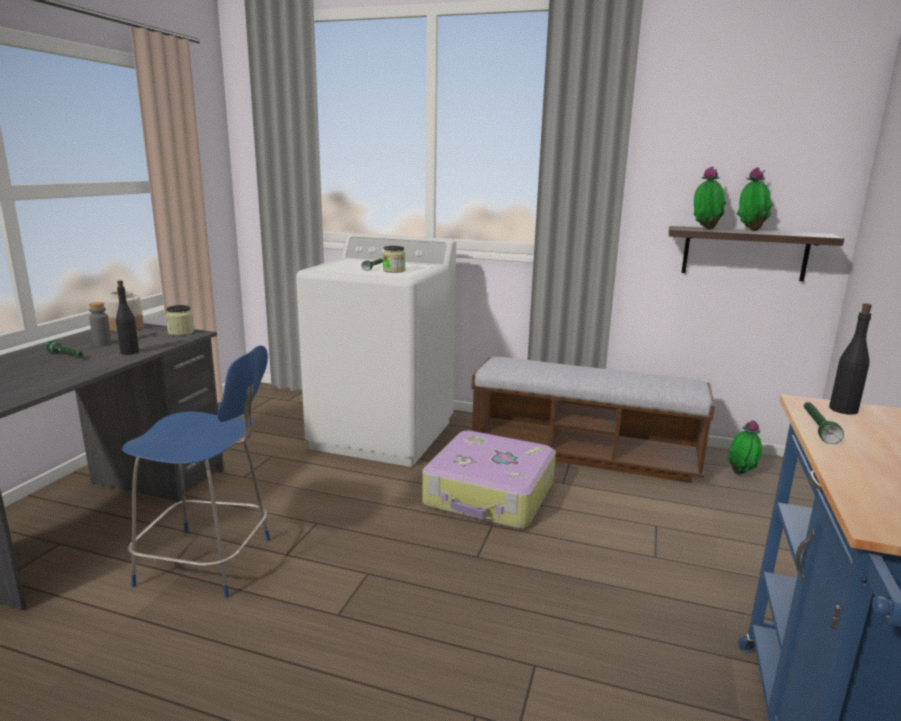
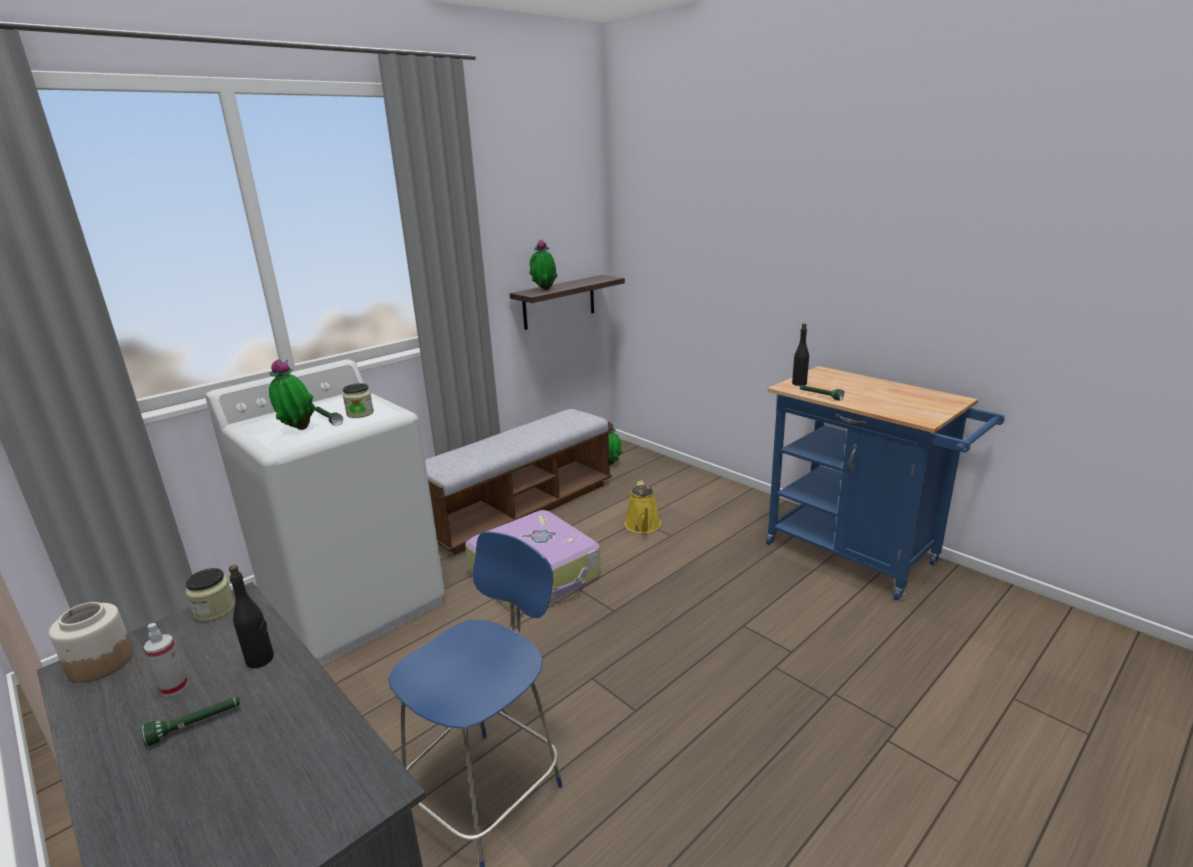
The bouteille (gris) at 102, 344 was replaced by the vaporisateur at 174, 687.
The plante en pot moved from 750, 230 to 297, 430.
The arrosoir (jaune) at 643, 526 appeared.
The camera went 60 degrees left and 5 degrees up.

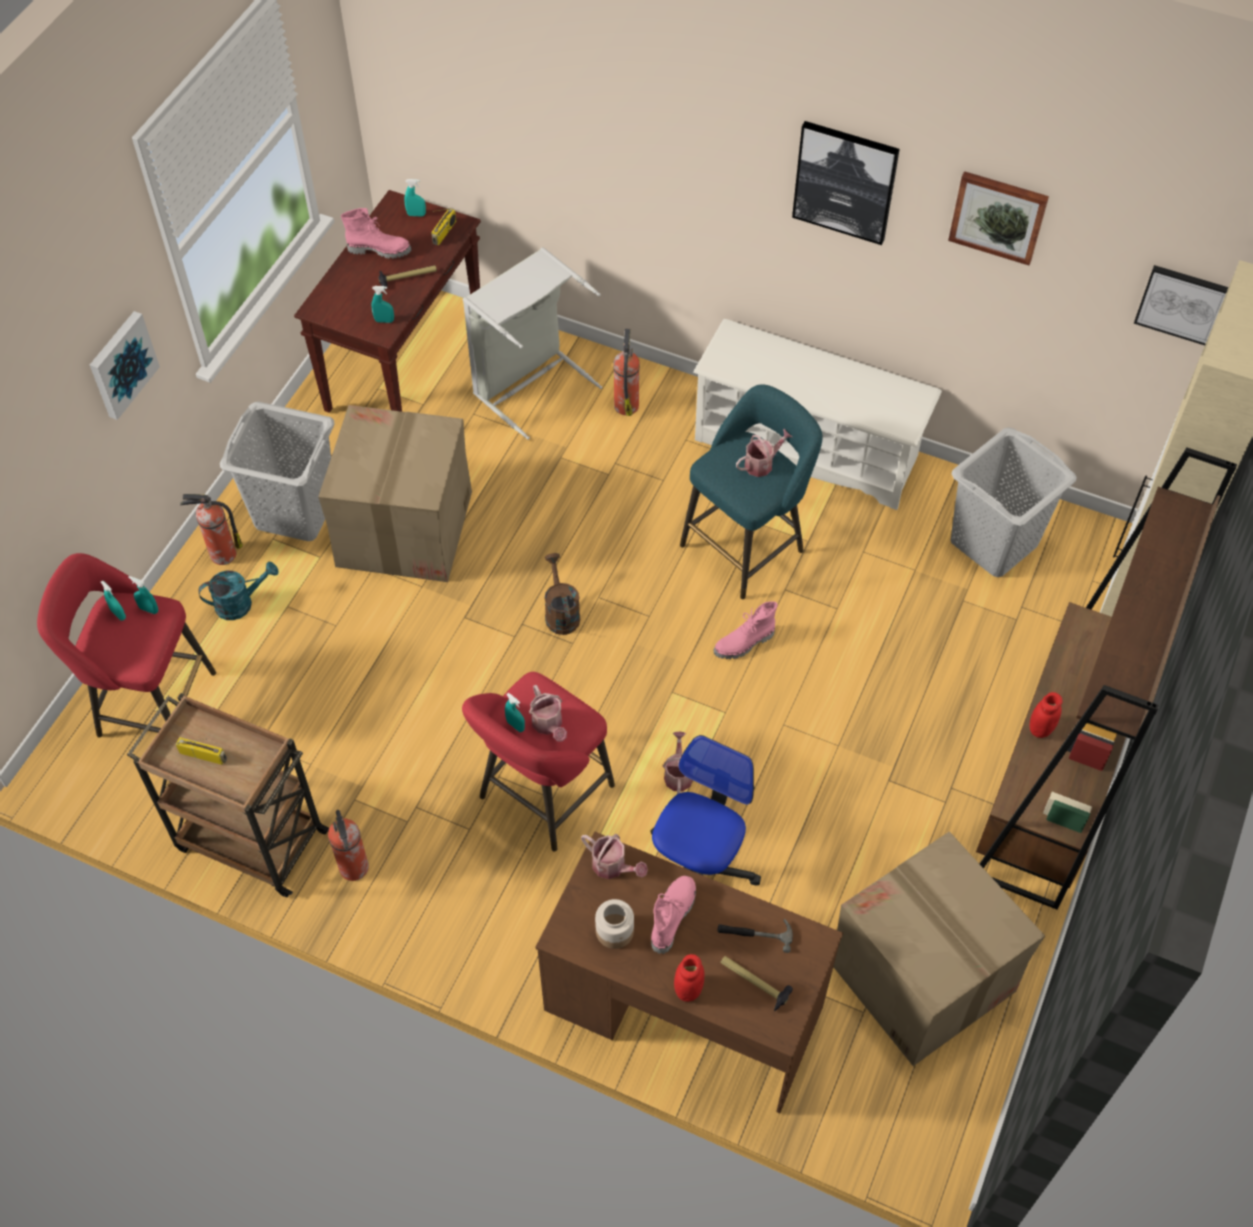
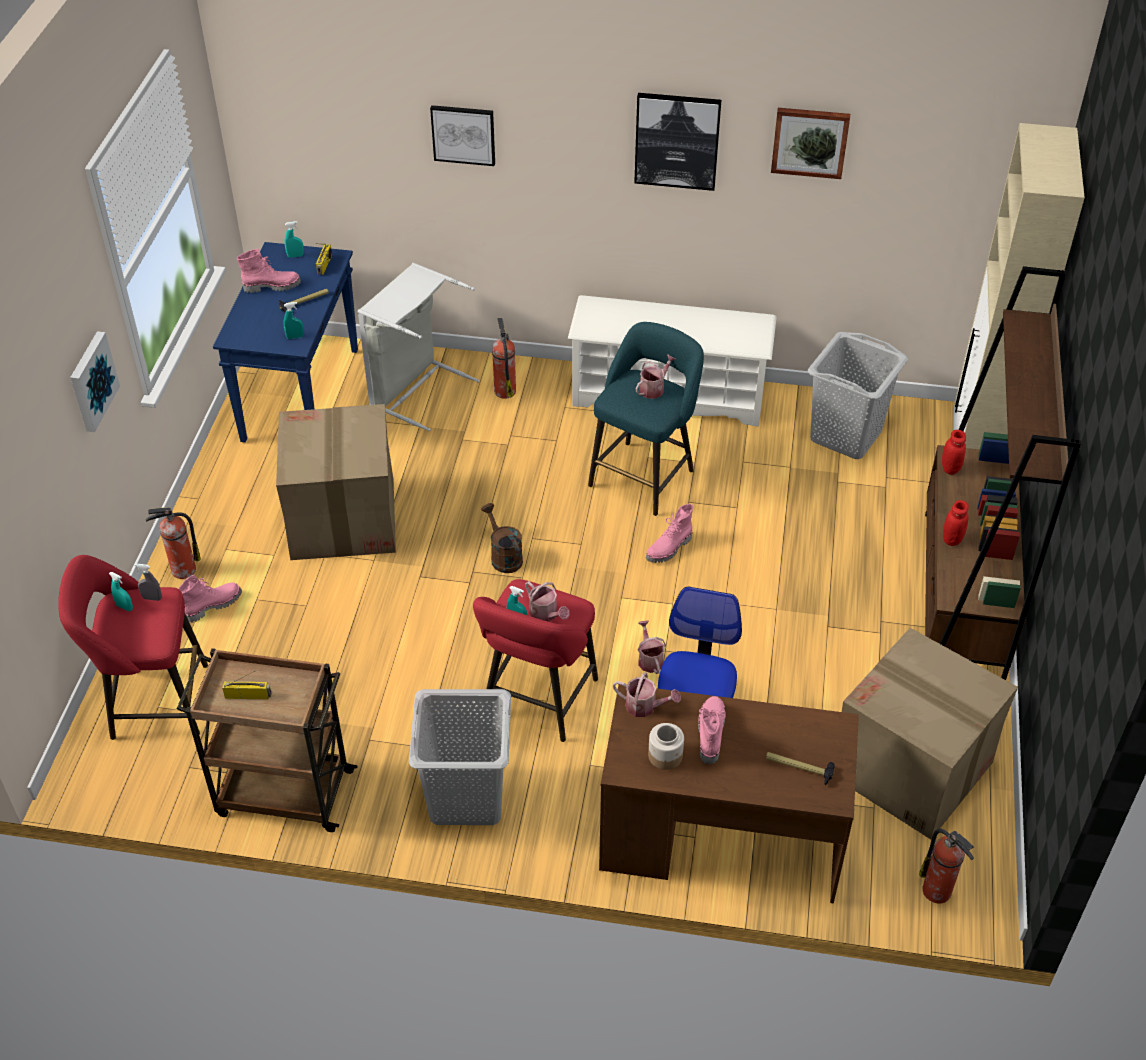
The vaporisateur (turquoise) at 149, 609 became the vaporisateur (gris) at 152, 598.
The arrosoir (turquoise) at 241, 603 was replaced by the botte (rose) at 212, 605.
The panier à linge (gris) moved from 295, 510 to 466, 796.
The table console (marron) at 404, 364 became the table console (bleu) at 300, 394.
The extincteur moved from 354, 869 to 938, 892.
The bocal (rouge) moved from 688, 989 to 950, 468.
The marteau at 755, 933 disappeared.
The tableau moved from 1183, 304 to 463, 134.
The camera went 15 degrees left and 10 degrees down.

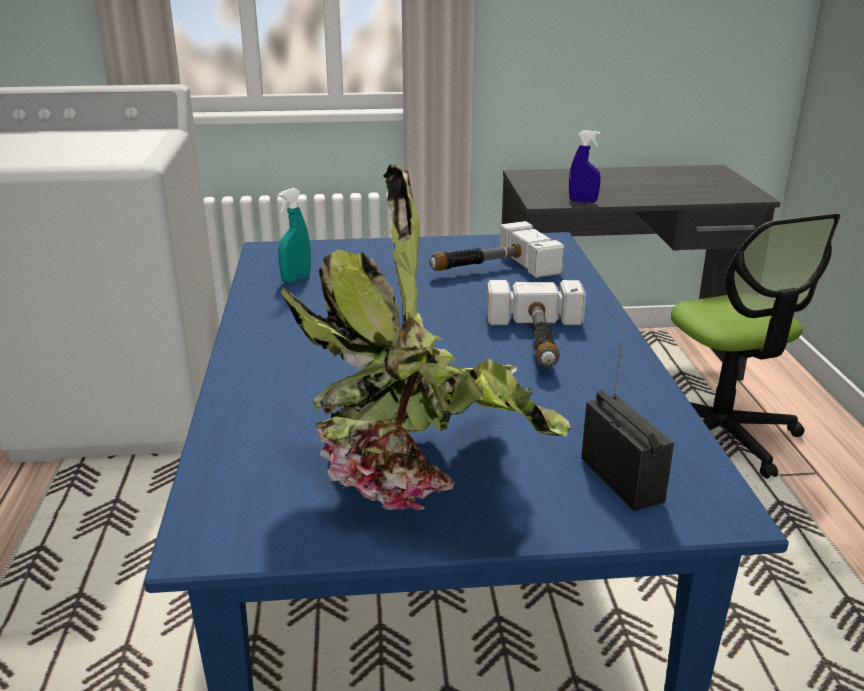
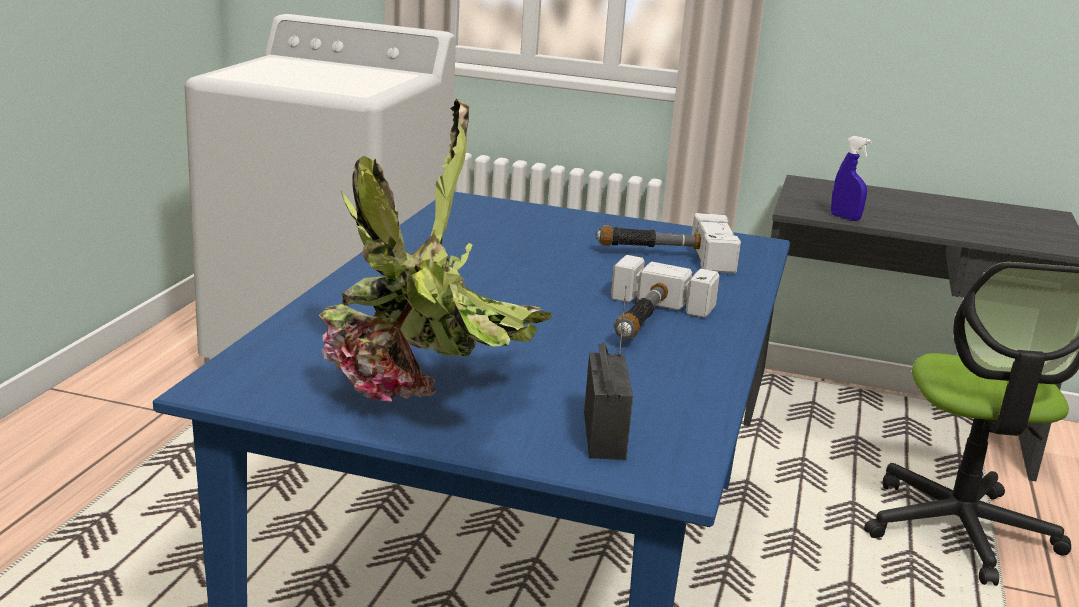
The vaporisateur (turquoise) at 296, 278 disappeared.
The camera went 20 degrees right and 5 degrees down.

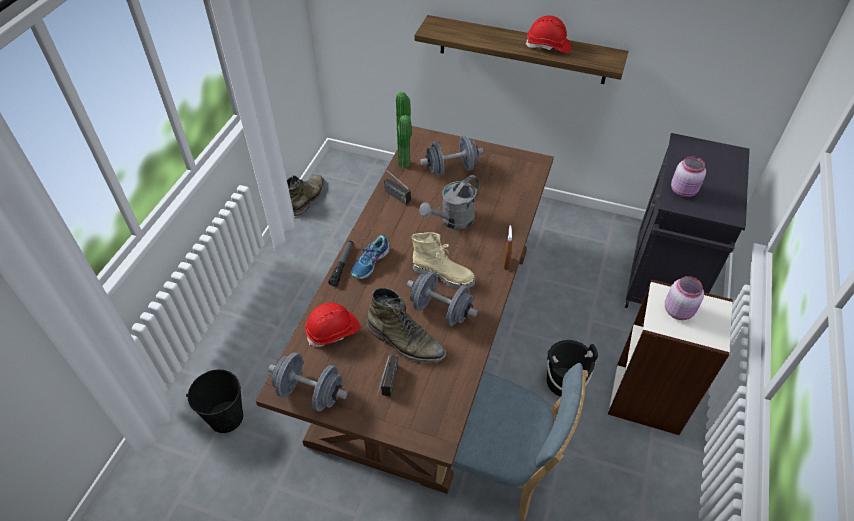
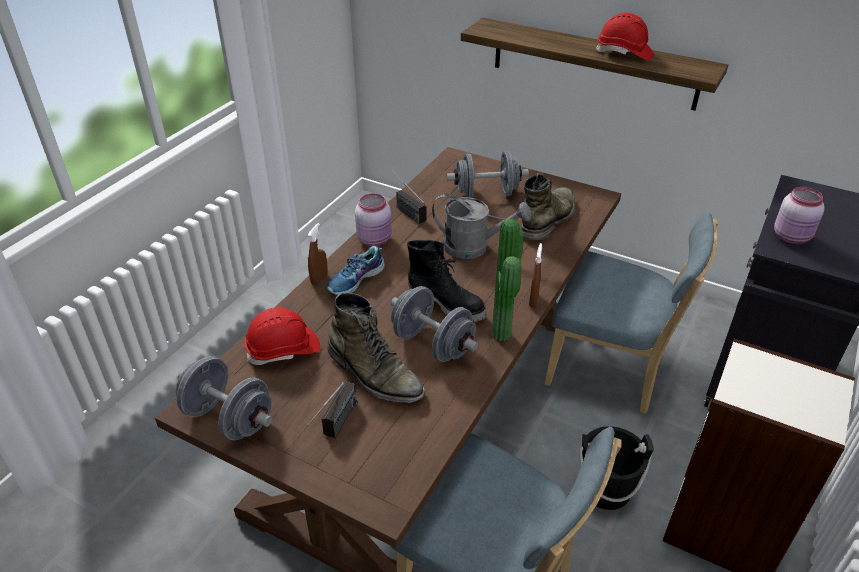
The seau (noir) at 226, 417 disappeared.
The botte (vert) moved from 307, 198 to 548, 219.
The lampe de poche at 342, 265 was replaced by the vaporisateur (marron) at 319, 279.
The plante en pot moved from 406, 164 to 505, 334.
The botte (beige) at 444, 275 became the botte (noir) at 447, 304.
The arrosoir (gris) at 453, 221 turned 135 degrees counterclockwise.
The bocal (rose) moved from 679, 310 to 375, 240.
The chaise (bleu) at 612, 370 appeared.
The camera went 10 degrees right and 10 degrees down.

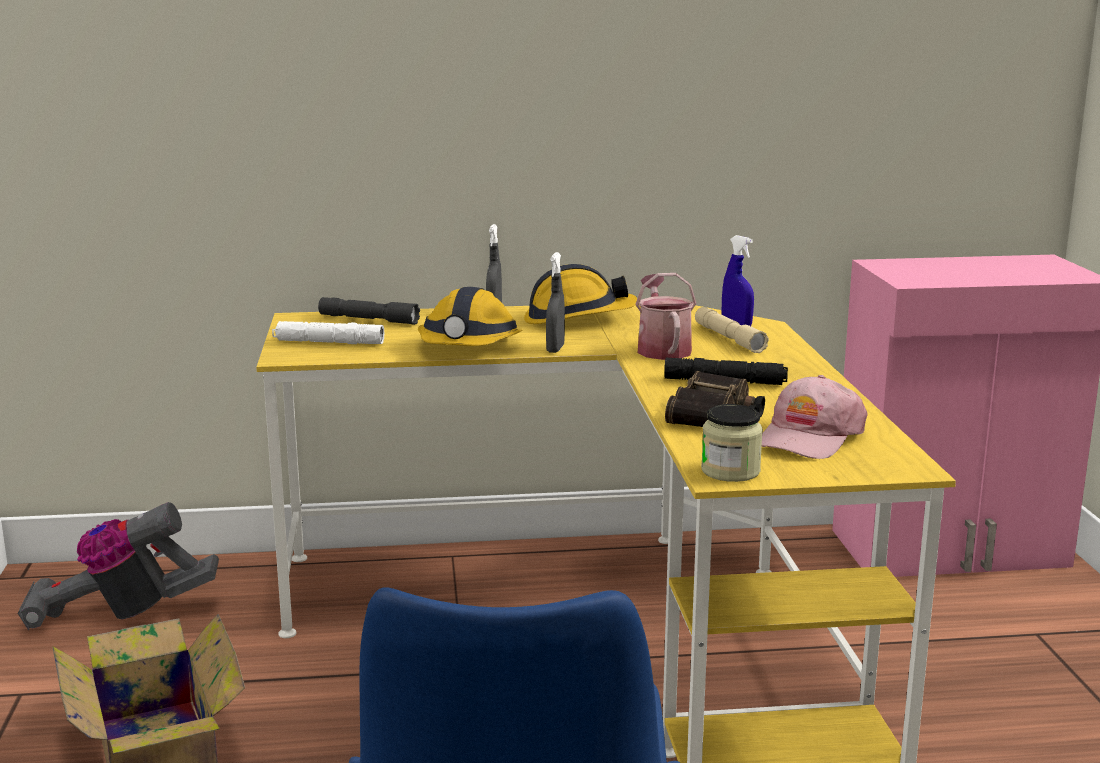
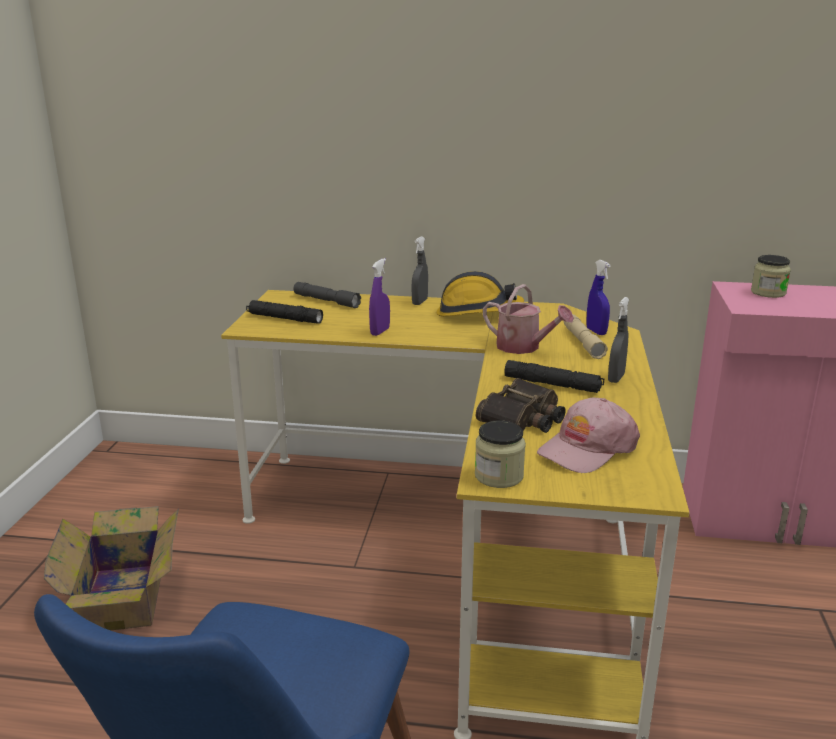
The aspirateur at 121, 614 disappeared.
The lampe de poche (blanc) at 329, 342 became the lampe de poche (noir) at 284, 318.
The casque de chantier at 469, 347 was replaced by the vaporisateur (violet) at 380, 332.
The vaporisateur (gris) moved from 555, 349 to 616, 378.
The arrosoir at 662, 349 turned 120 degrees clockwise.
The bocal at 768, 293 appeared.
The camera went 15 degrees right and 5 degrees up.

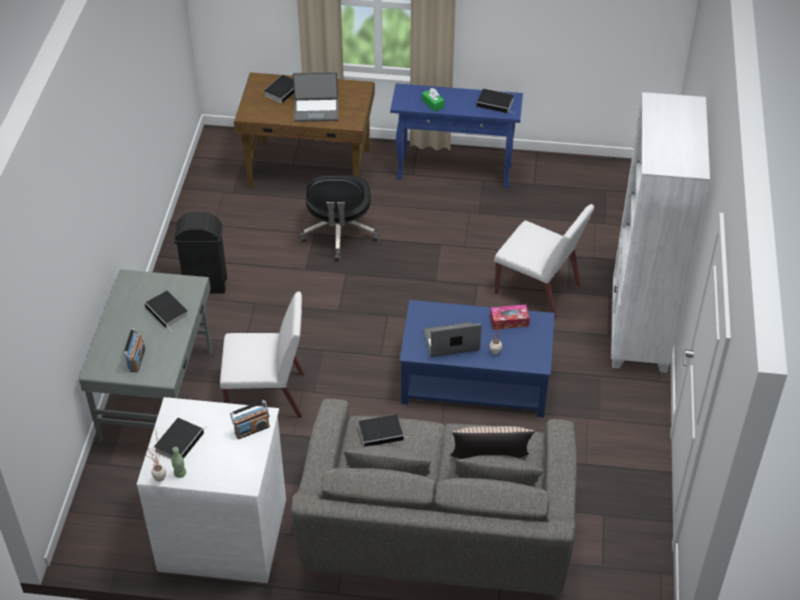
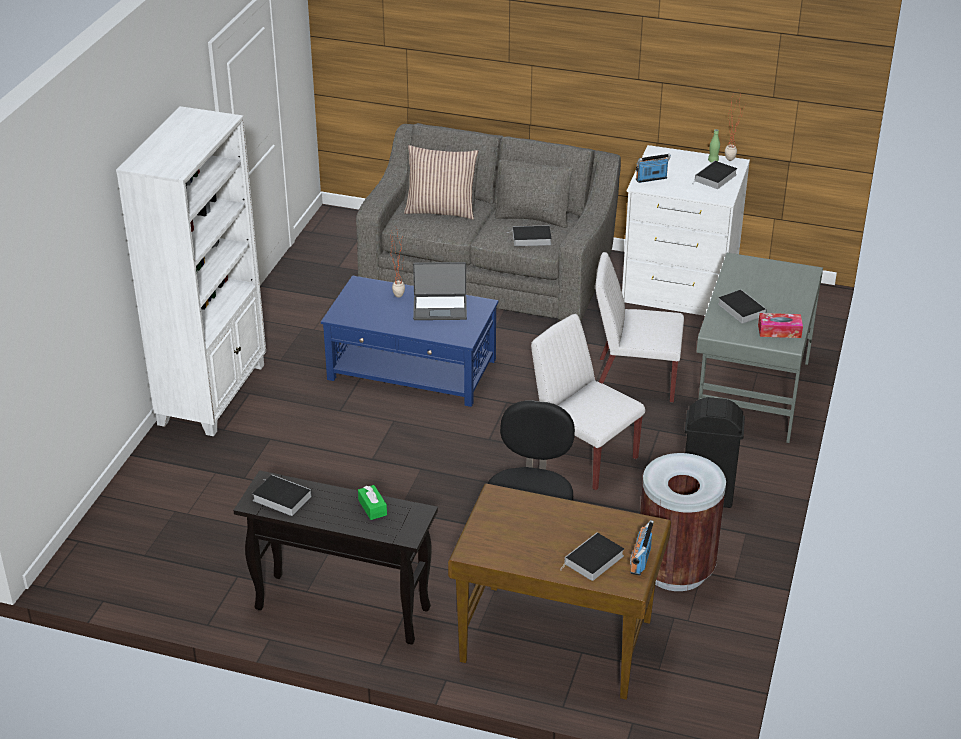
The radio moved from 137, 360 to 640, 561.
The ordinateur portable at 316, 110 disappeared.
The table console (bleu) at 455, 172 became the table console (noir) at 341, 609.
The boîte à mouchoirs moved from 509, 321 to 779, 331.
The chaise (blanc) moved from 539, 290 to 583, 456.
The poubelle (marron) at 675, 569 appeared.
The camera went 170 degrees left and 10 degrees down.

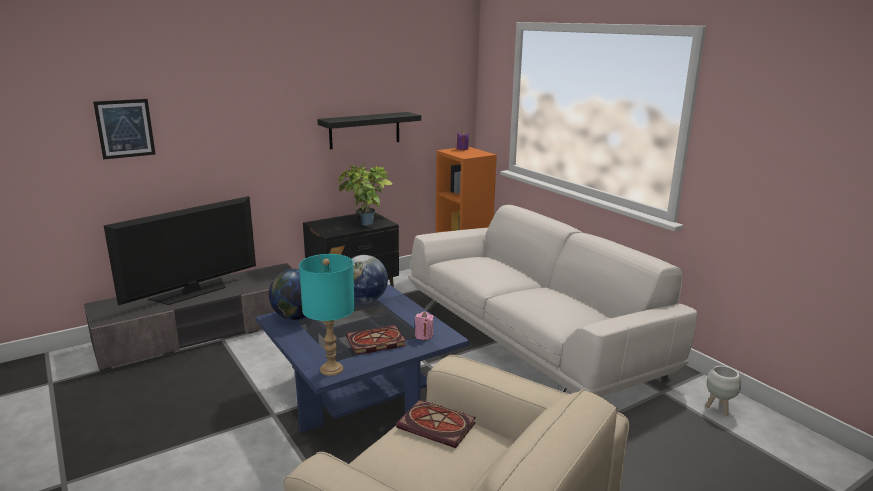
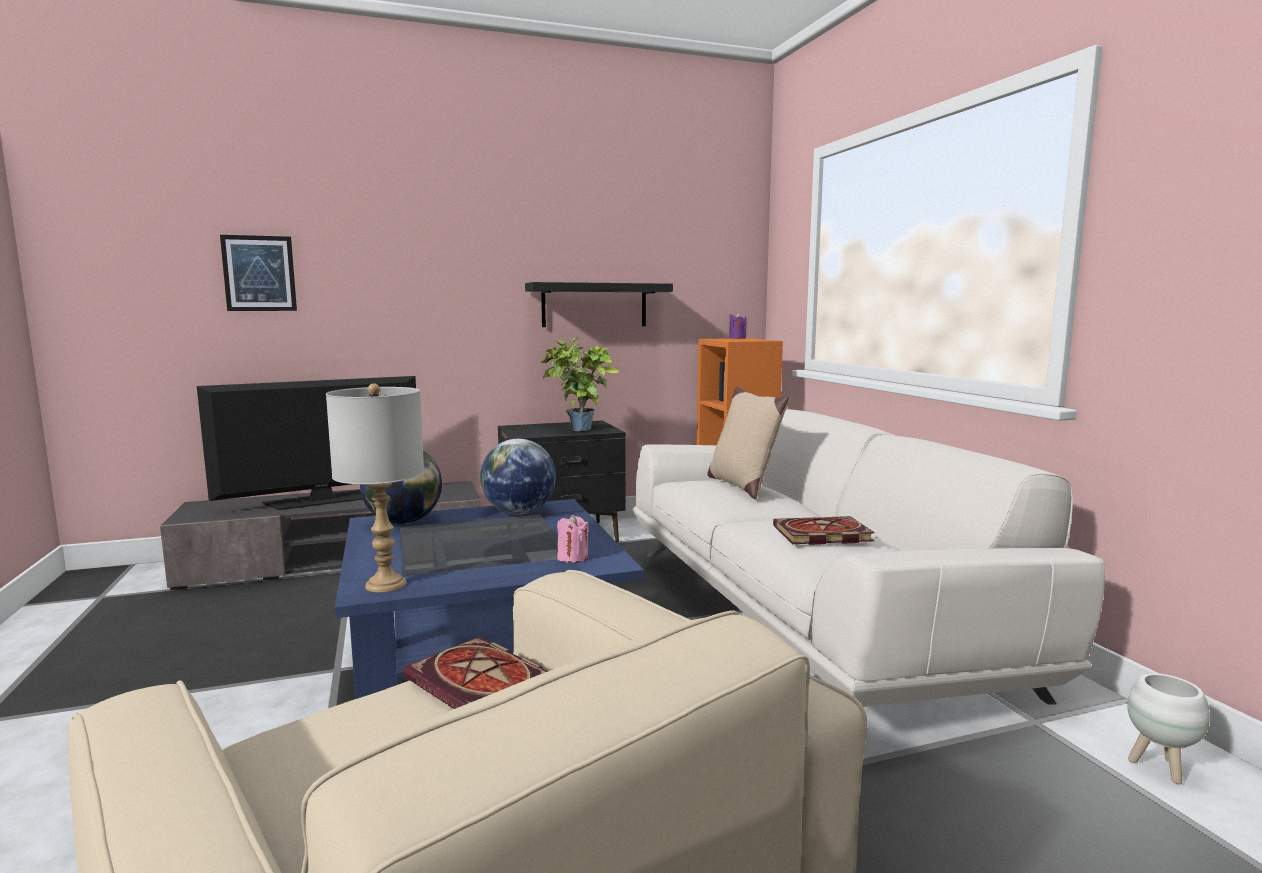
The lampe de table (turquoise) at 332, 369 became the lampe de table (gris) at 386, 585.
The livre moved from 375, 342 to 820, 535.
The coussin (beige) at 742, 485 appeared.
The camera went 15 degrees right and 10 degrees down.

